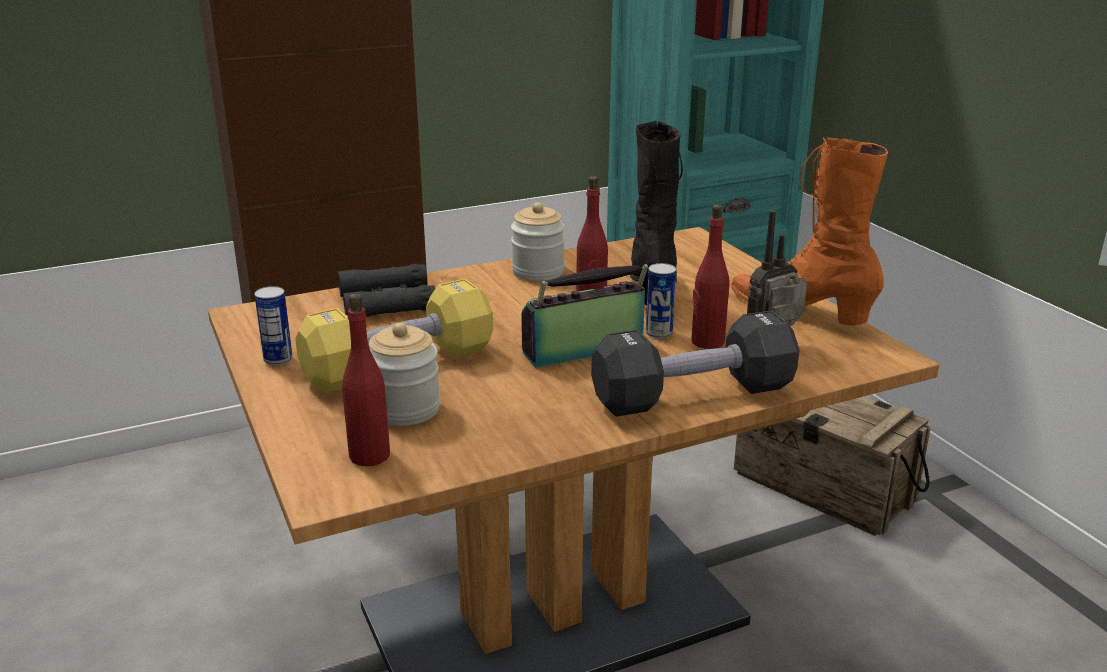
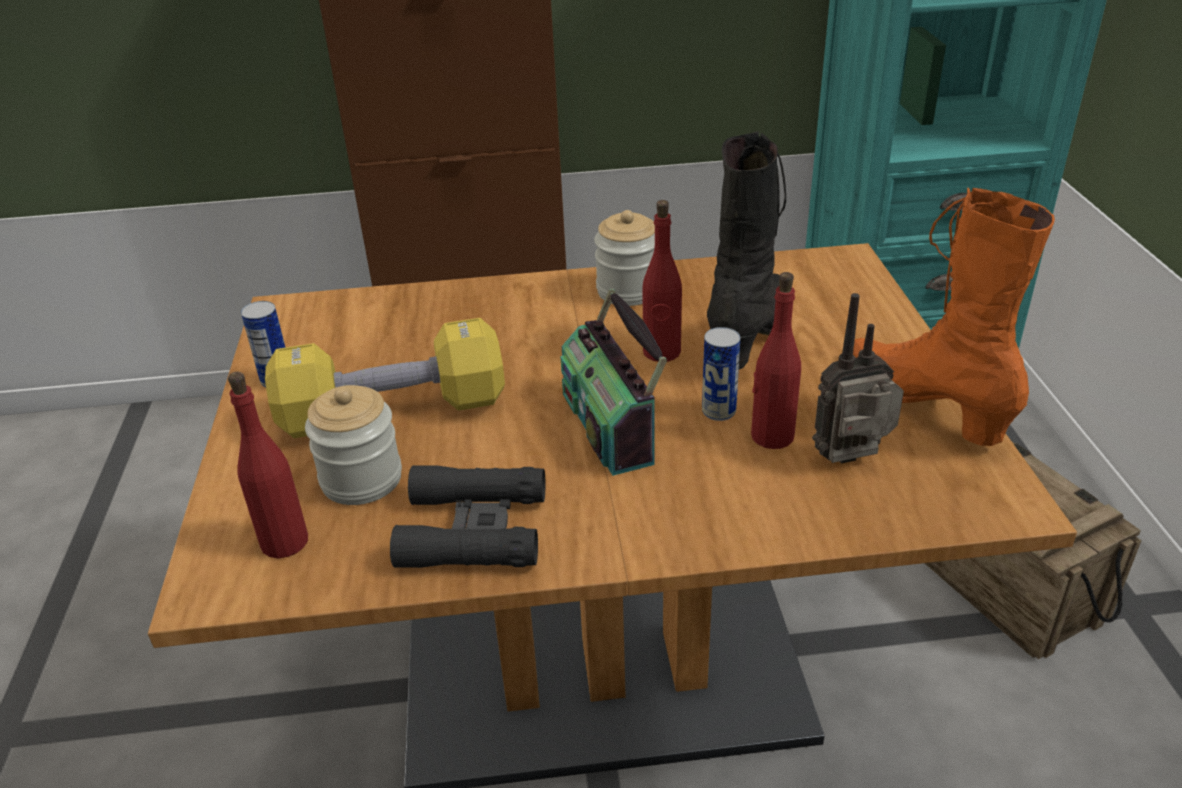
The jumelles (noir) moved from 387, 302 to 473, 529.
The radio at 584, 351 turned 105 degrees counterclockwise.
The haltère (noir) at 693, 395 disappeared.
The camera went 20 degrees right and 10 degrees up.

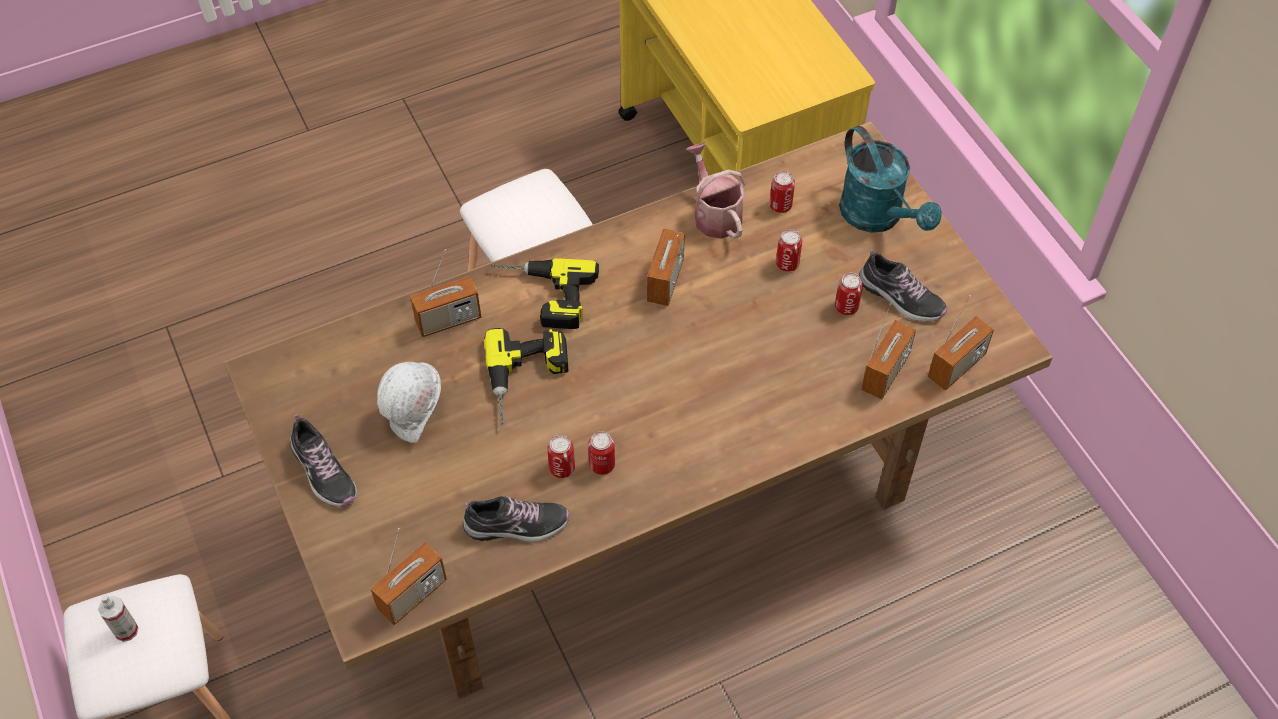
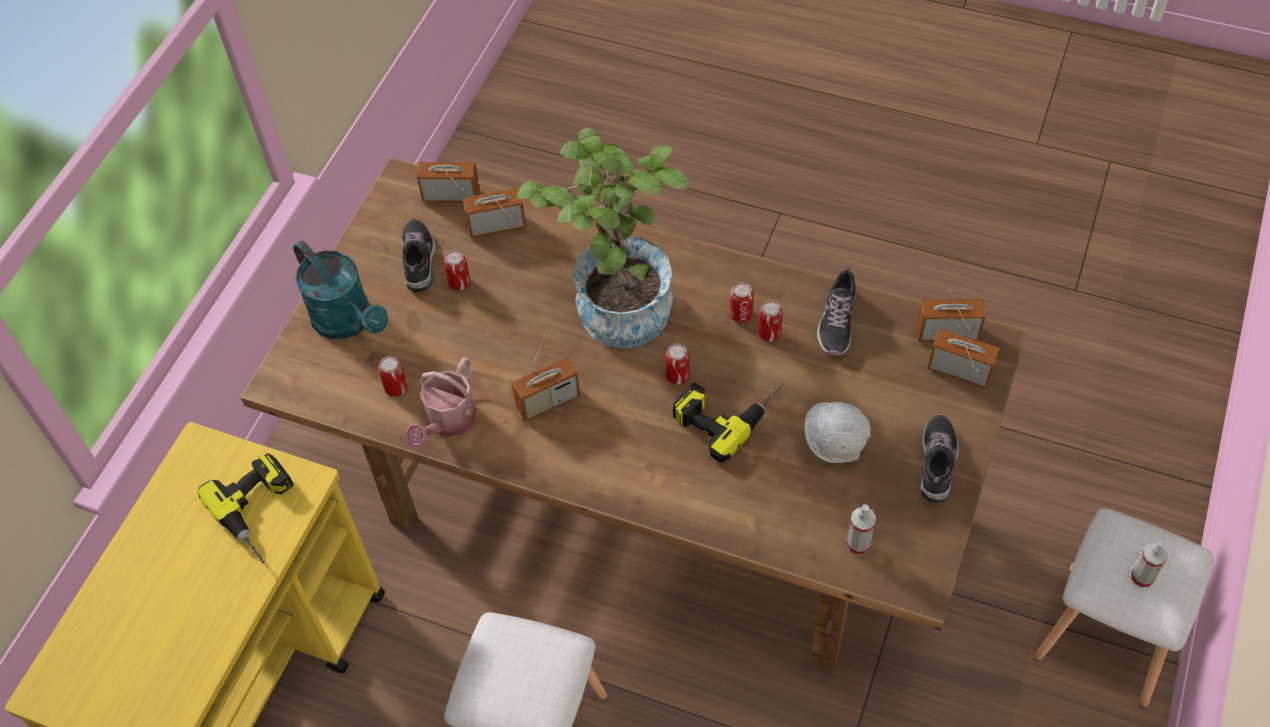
The radio moved from 448, 320 to 960, 371.
The chaussure at 516, 525 turned 120 degrees counterclockwise.
The perceuse moved from 541, 296 to 262, 512.
The boîte métallique moved from 787, 264 to 677, 376.
The arrosoir (turquoise) at 878, 217 turned 120 degrees clockwise.
The plante en pot at 617, 301 appeared.
The vaporisateur at 858, 544 appeared.
The camera went 130 degrees left and 0 degrees up.

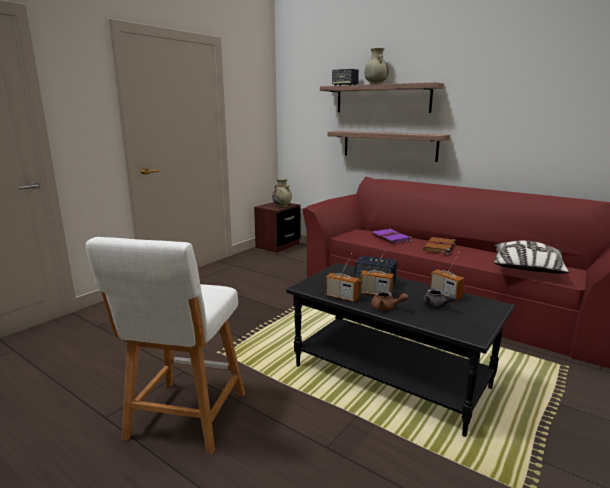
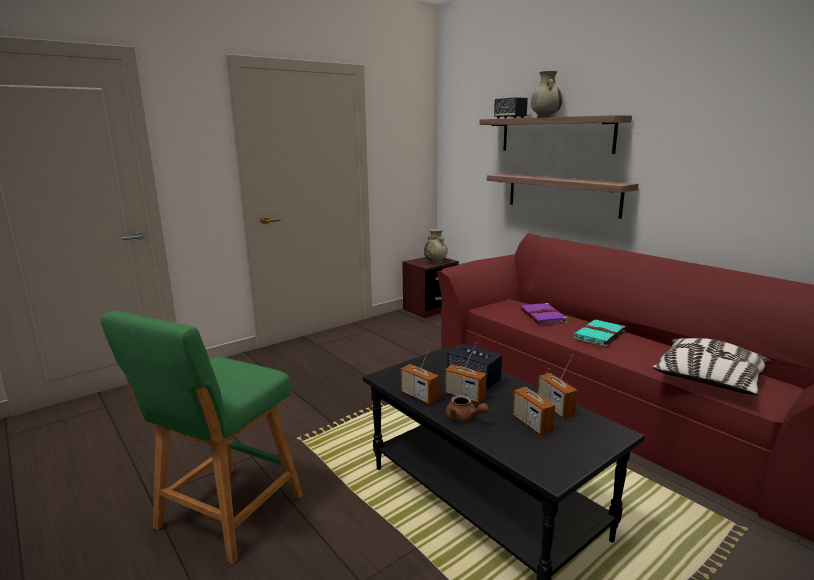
The tabouret (blanc) at 185, 419 became the tabouret (vert) at 225, 515.
The livre (marron) at 439, 247 became the livre (turquoise) at 599, 335.
The théière (gris) at 437, 306 was replaced by the radio at 532, 424.
The camera went 15 degrees right and 0 degrees up.

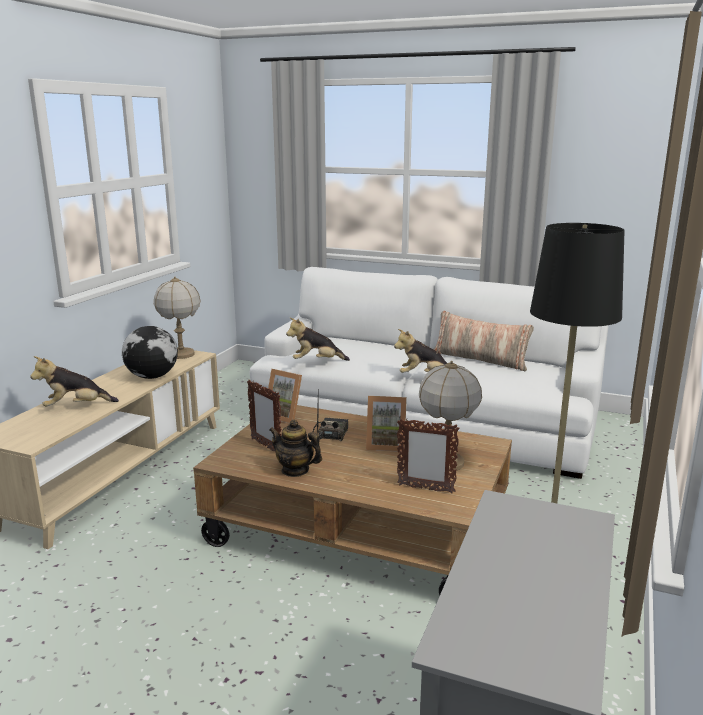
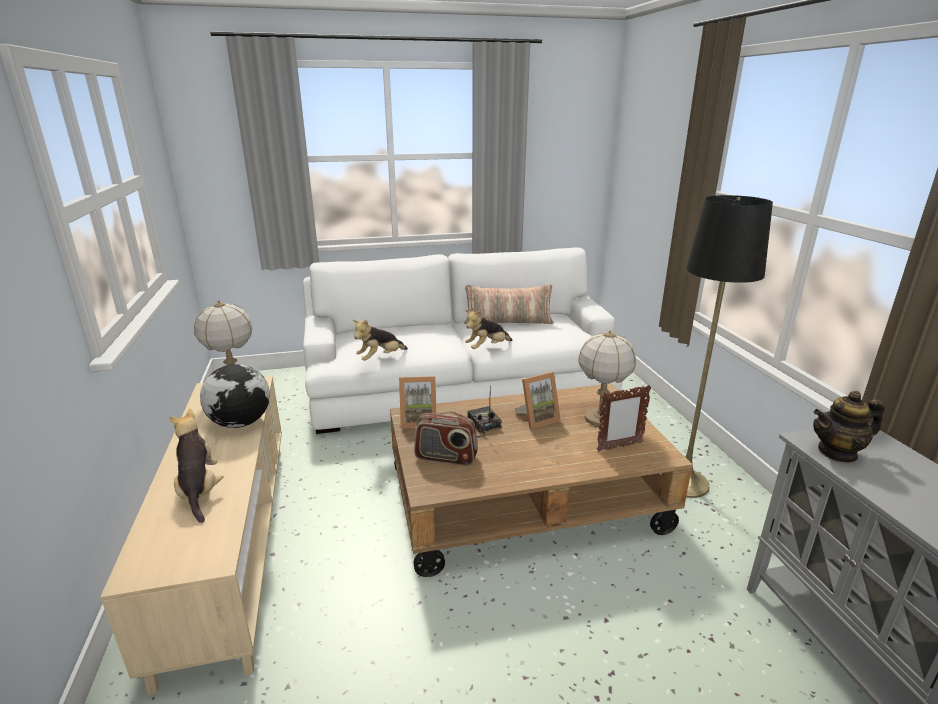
The peluche at 76, 407 turned 120 degrees clockwise.
The cadre photo at 266, 446 was replaced by the radio at 446, 457.
The théière moved from 295, 470 to 837, 452.
The camera went 35 degrees left and 5 degrees up.

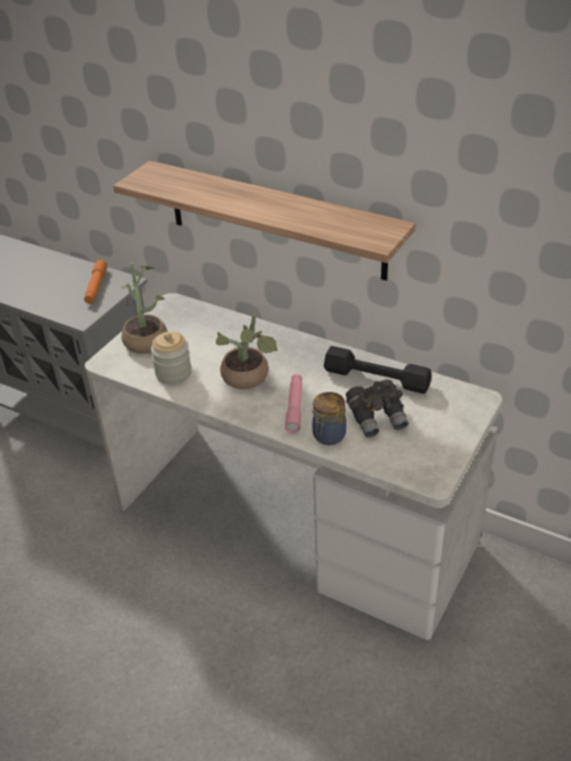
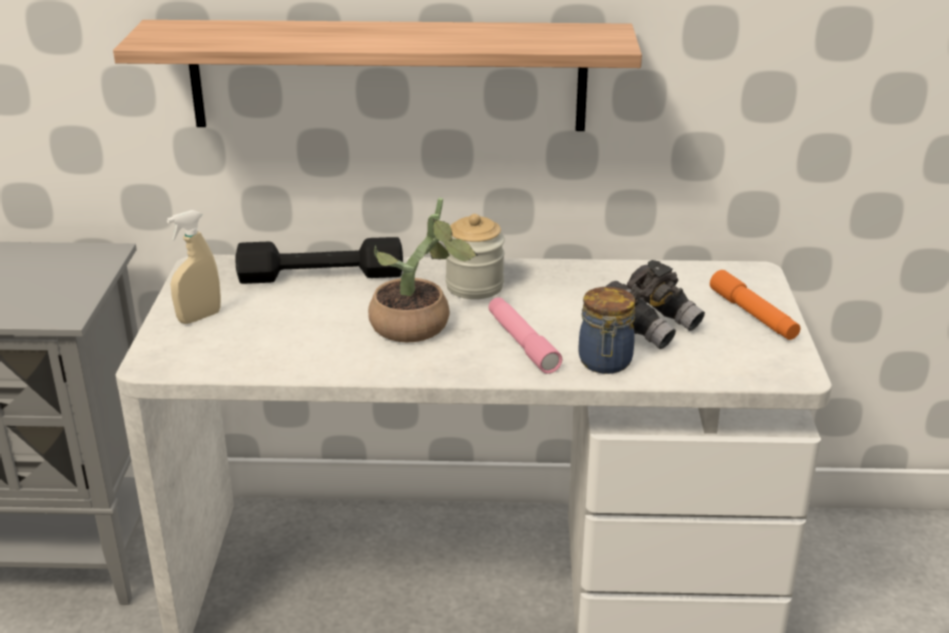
The lampe de poche (orange) moved from 96, 287 to 753, 315.
The plante en pot at 146, 338 was replaced by the vaporisateur (beige) at 199, 317.
The bocal moved from 173, 373 to 474, 286.
The haltère (noir) moved from 377, 378 to 321, 275.
The camera went 30 degrees left and 10 degrees down.

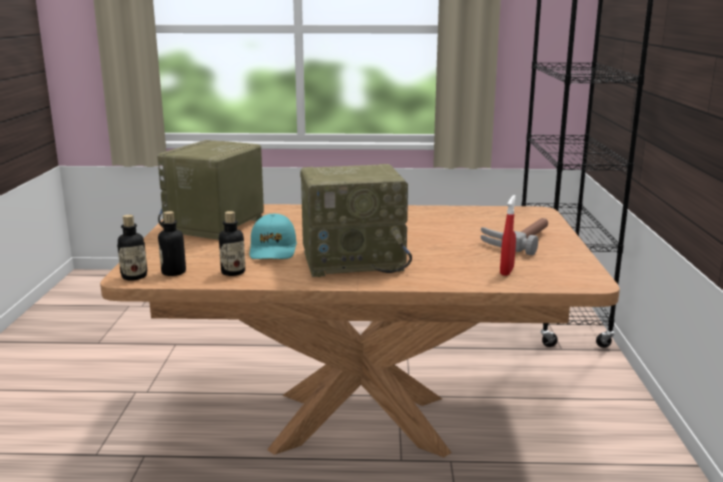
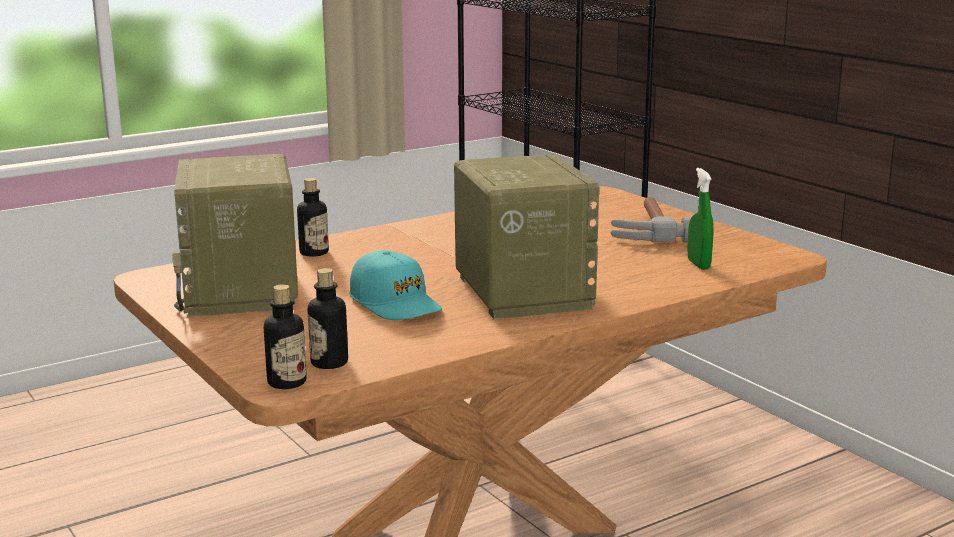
The bouteille moved from 233, 272 to 314, 253.
The radio at 354, 260 turned 60 degrees counterclockwise.
The vaporisateur (rouge) at 506, 271 became the vaporisateur (vert) at 698, 264.
The camera went 35 degrees left and 0 degrees up.

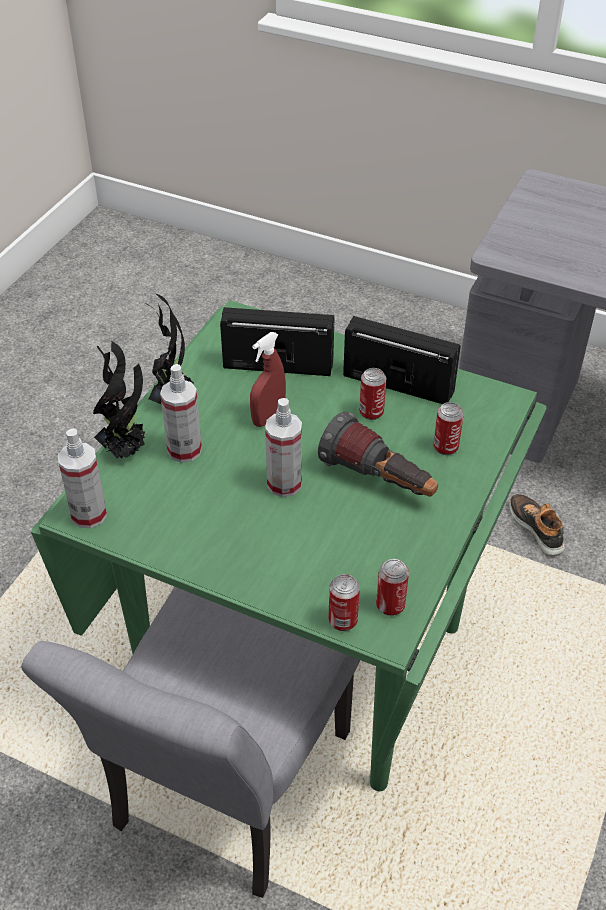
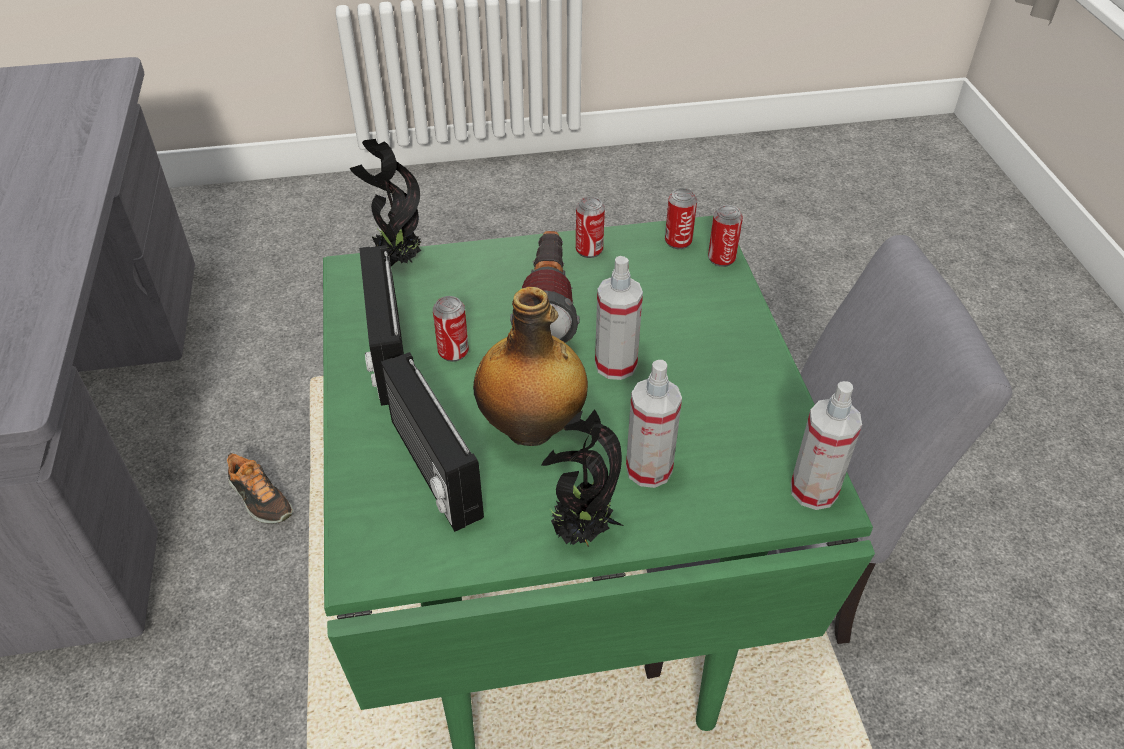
The plante en pot moved from 126, 450 to 397, 261.
The vaporisateur (rouge) at 268, 417 was replaced by the bouteille at 532, 428.
The boîte métallique moved from 445, 447 to 589, 250.
The chaussure at 537, 528 turned 75 degrees counterclockwise.
The camera went 125 degrees left and 0 degrees up.

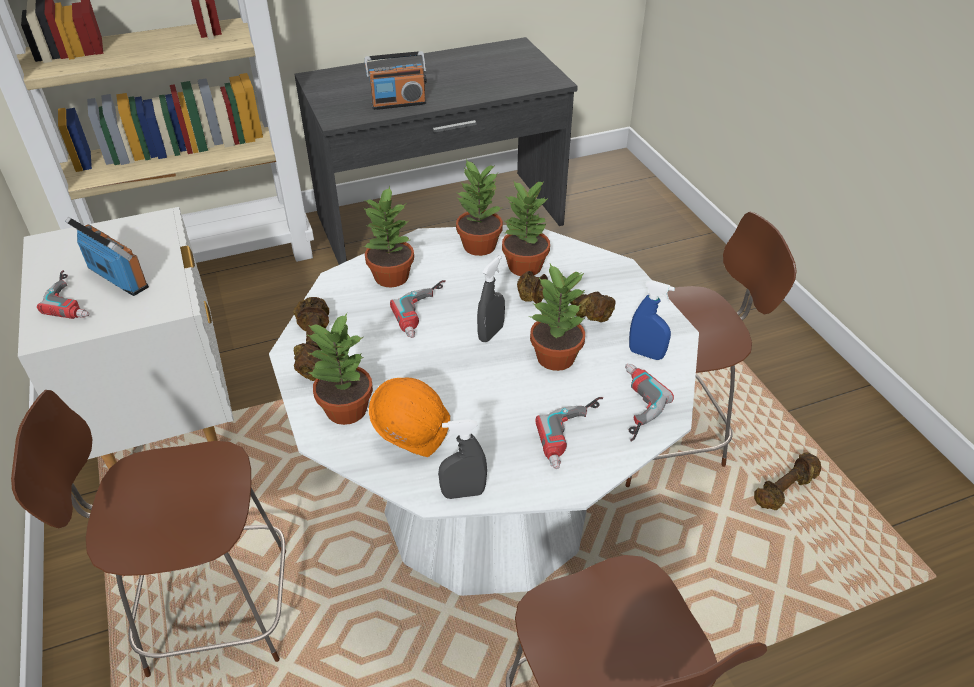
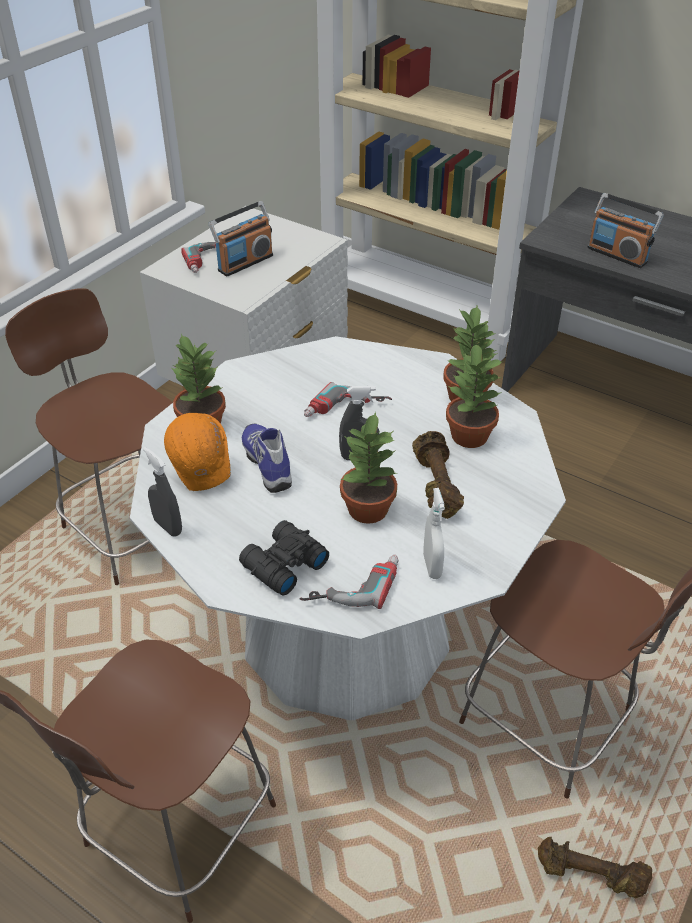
The radio at 118, 279 turned 45 degrees clockwise.
The haltère (marron) at 313, 349 disappeared.
The plante en pot at 390, 277 disappeared.
The perceuse at 577, 437 was replaced by the jumelles (noir) at 282, 565.
The vaporisateur (bleu) at 646, 354 became the vaporisateur (blanc) at 432, 566.
The chaussure at 269, 464 appeared.
The camera went 55 degrees right and 0 degrees up.

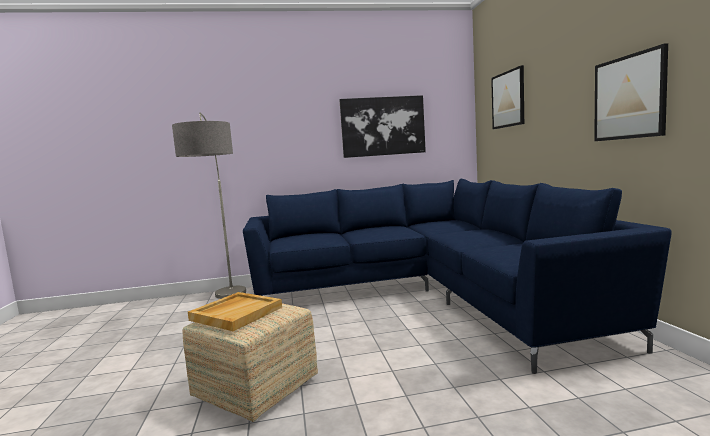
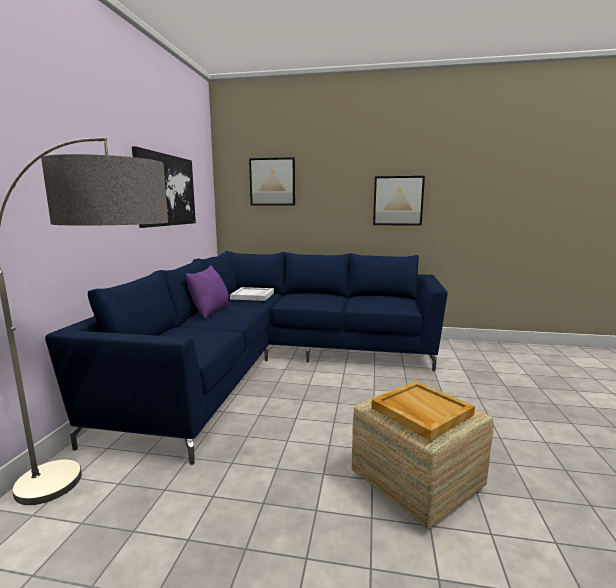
The coussin (violet) at 210, 311 appeared.
The plateau (blanc) at 253, 296 appeared.
The camera went 70 degrees left and 5 degrees up.

